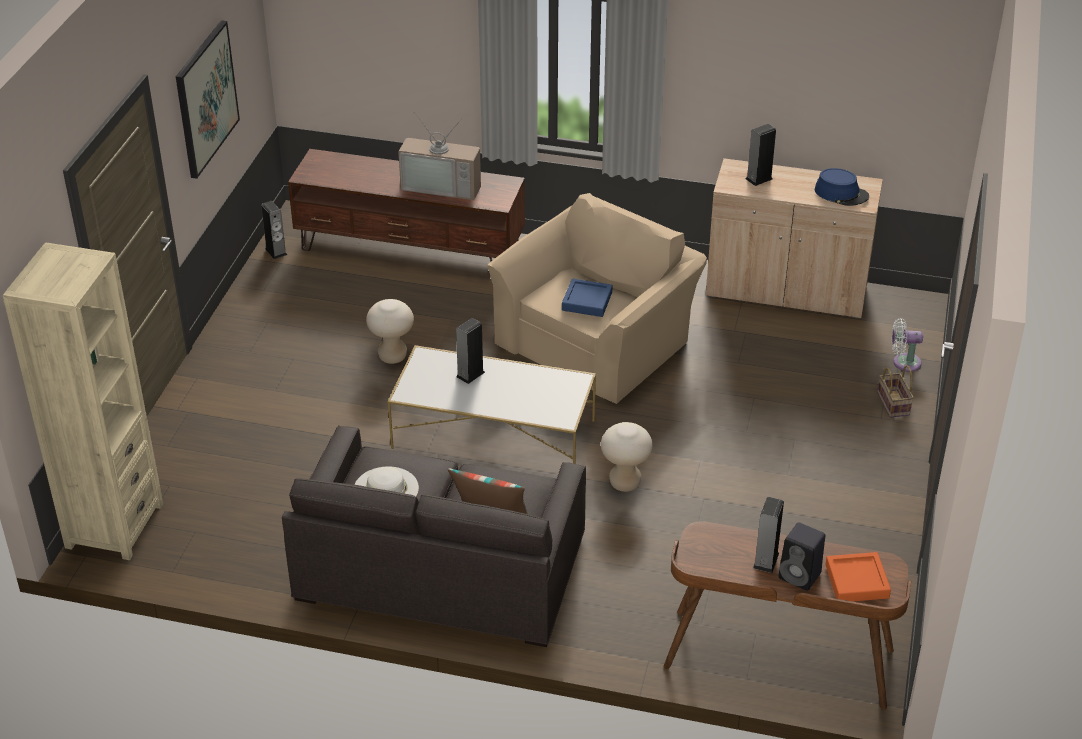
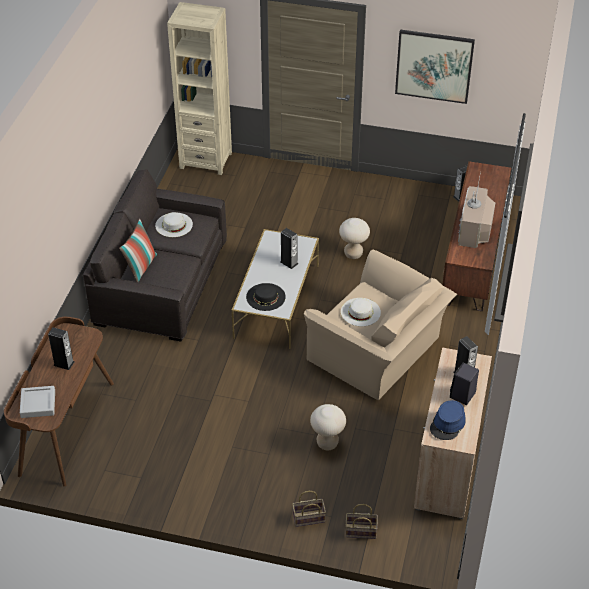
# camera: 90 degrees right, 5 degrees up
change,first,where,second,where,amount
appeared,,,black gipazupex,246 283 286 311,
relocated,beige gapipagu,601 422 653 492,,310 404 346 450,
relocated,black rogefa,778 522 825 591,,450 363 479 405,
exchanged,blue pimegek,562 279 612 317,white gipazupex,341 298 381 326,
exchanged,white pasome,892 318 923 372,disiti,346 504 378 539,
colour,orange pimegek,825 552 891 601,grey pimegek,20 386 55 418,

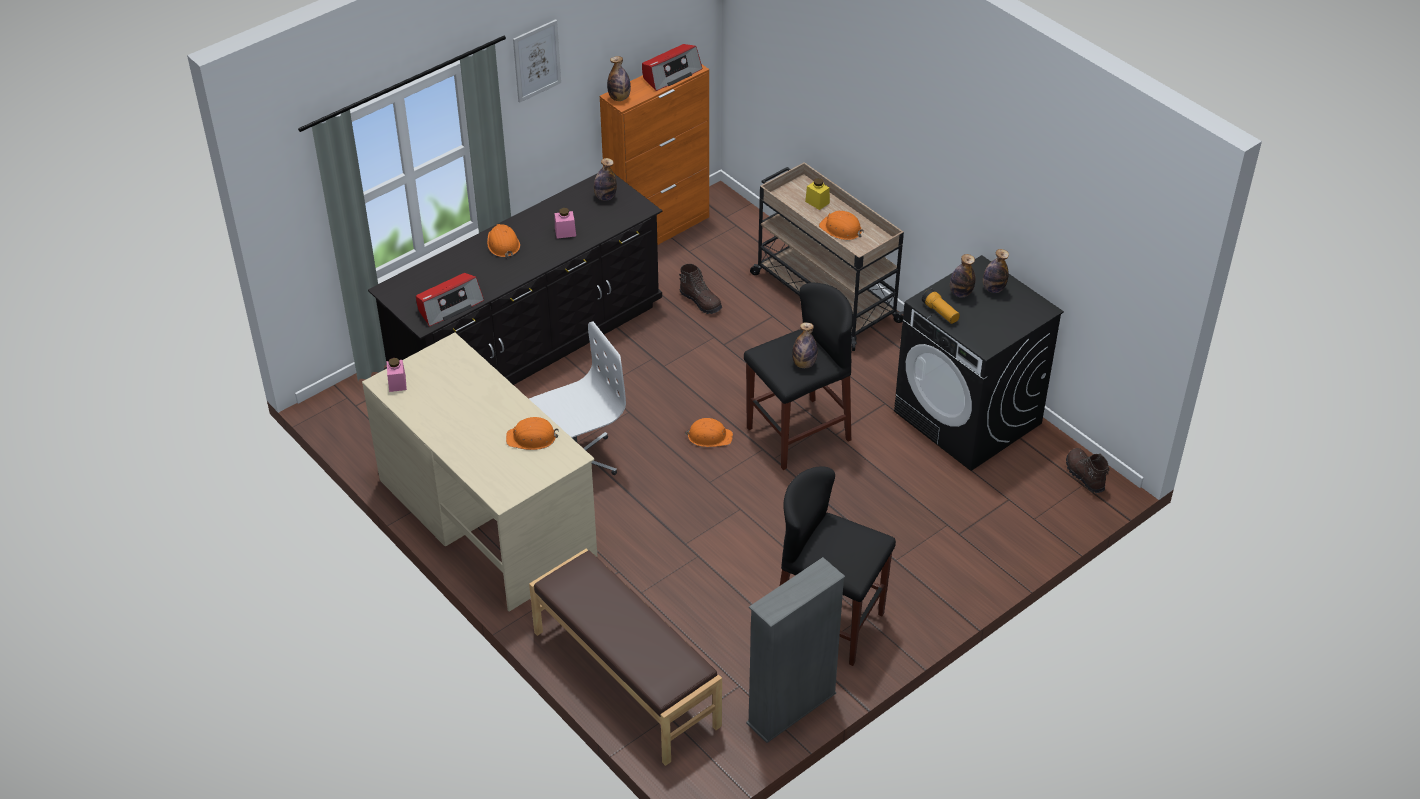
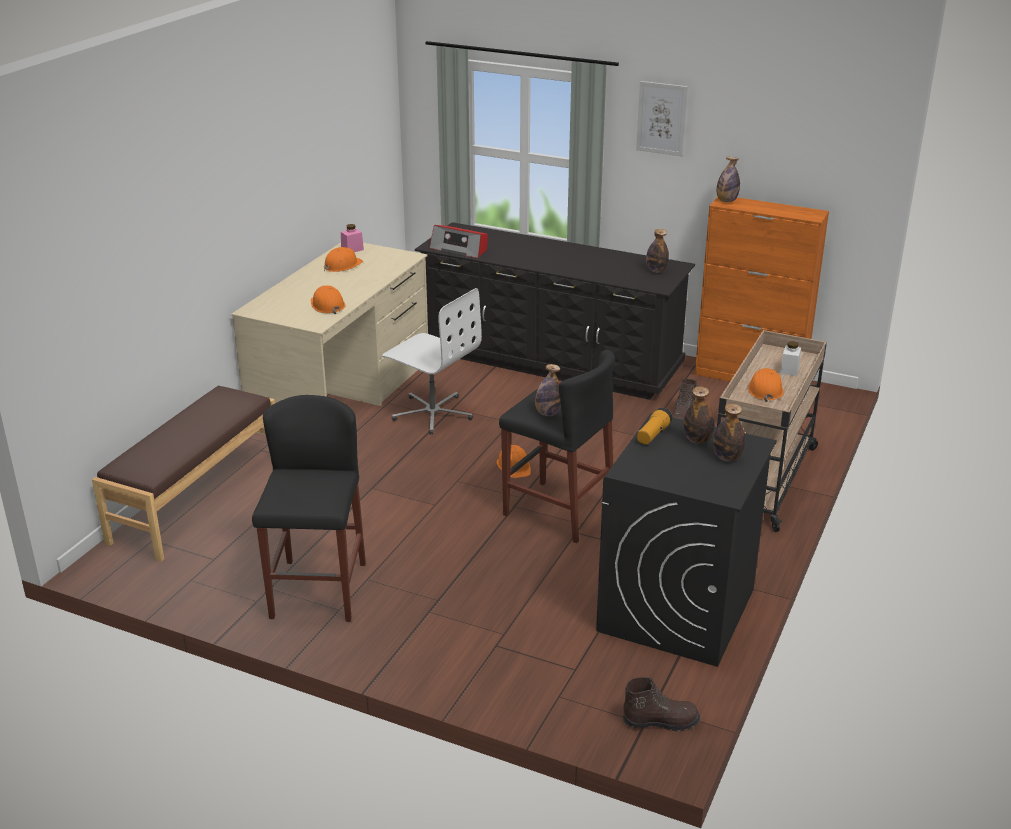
# camera: 65 degrees right, 15 degrees down
change,first,where,second,where,amount
missing,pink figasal,554 208 576 239,,,
missing,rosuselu,642 44 703 91,,,
missing,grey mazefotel,746 557 845 743,,,
relocated,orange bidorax,487 224 520 258,,324 247 363 272,
colour,yellow figasal,805 178 830 210,white figasal,780 341 801 376,
spun,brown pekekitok,1066 448 1110 493,,623 677 700 732,45 degrees clockwise

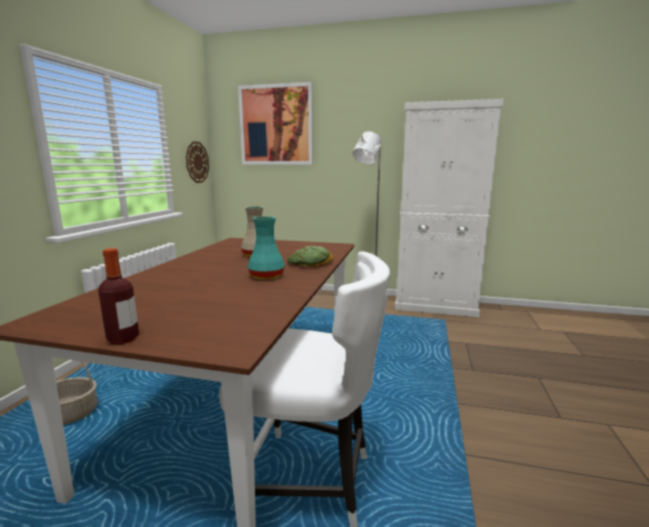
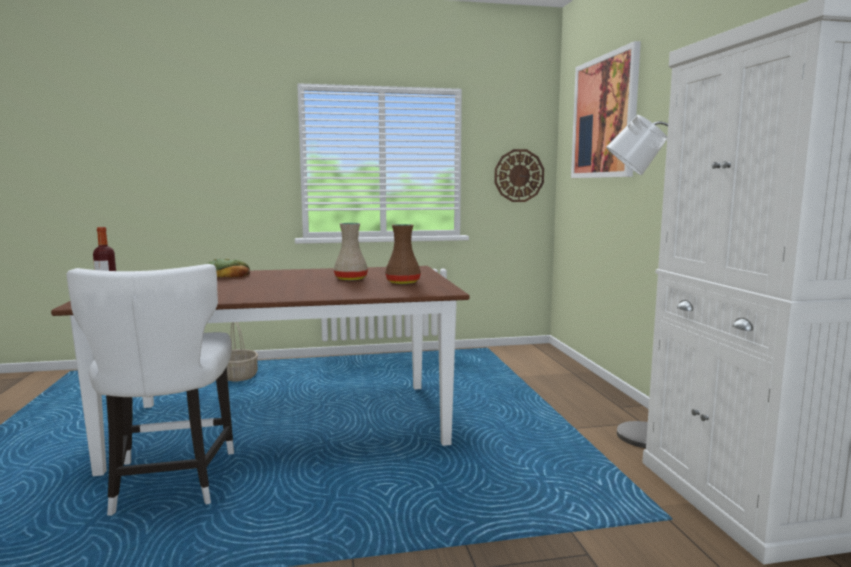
# camera: 65 degrees right, 5 degrees down
change,first,where,second,where,amount
missing,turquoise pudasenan,248 216 285 279,,,
appeared,,,brown pudasenan,385 224 421 284,
relocated,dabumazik,287 246 333 267,,207 258 250 277,

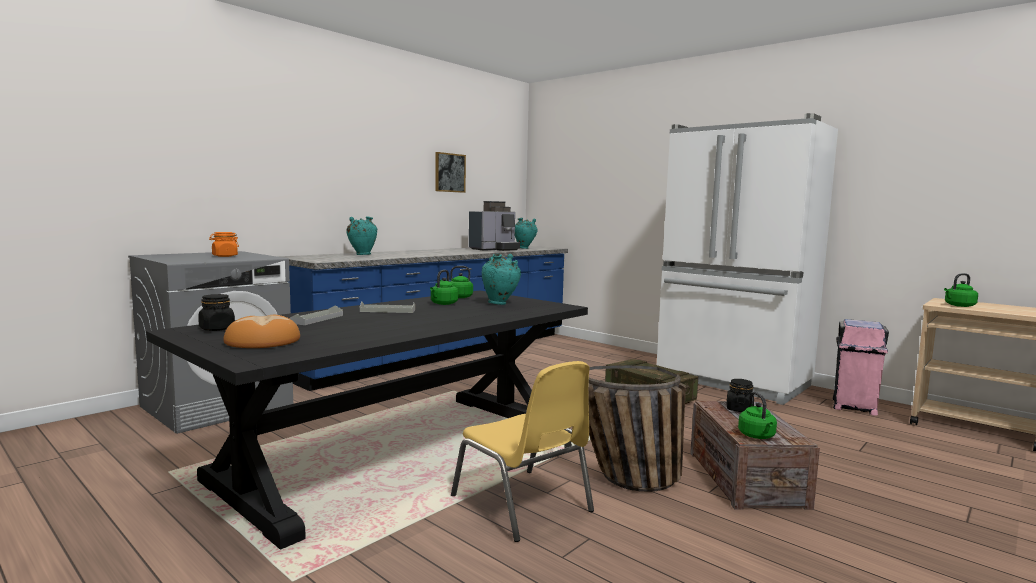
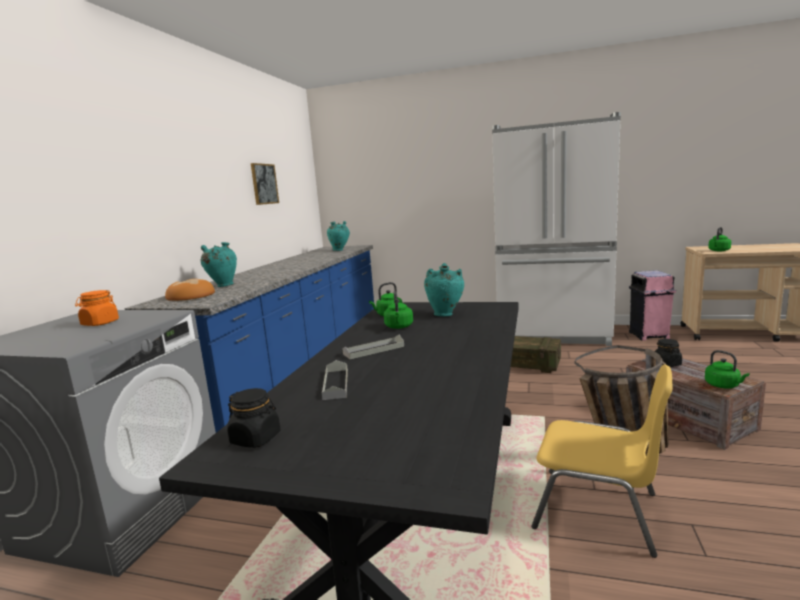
# camera: 25 degrees left, 5 degrees up
change,first,where,second,where,amount
missing,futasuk,469 201 520 251,,,
relocated,dabumazik,223 315 300 348,,165 279 215 301,

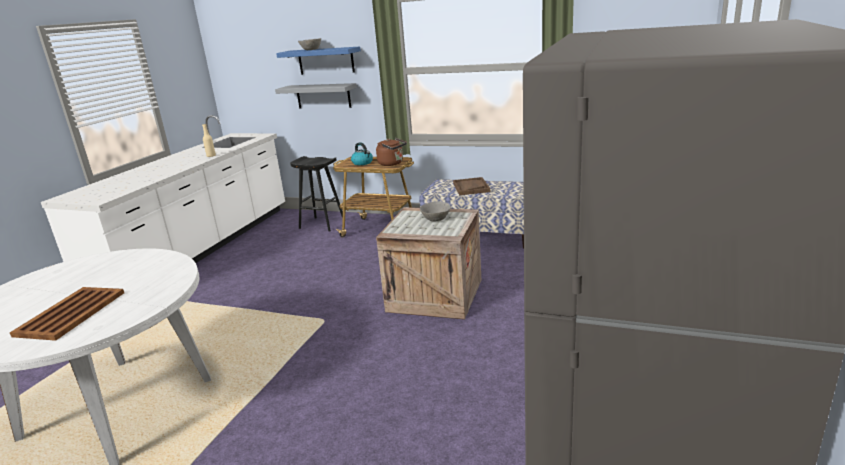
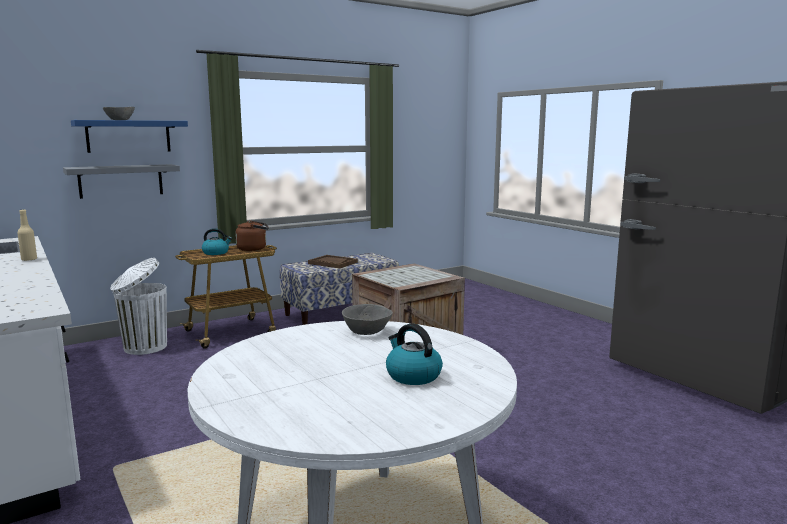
# camera: 55 degrees left, 10 degrees down
change,first,where,second,where,amount
relocated,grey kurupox,420 202 451 221,,342 304 393 335,
exchanged,brown pimegek,10 287 124 341,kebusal,386 324 443 385,
exchanged,black gapipagu,290 156 343 232,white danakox,110 258 167 355,

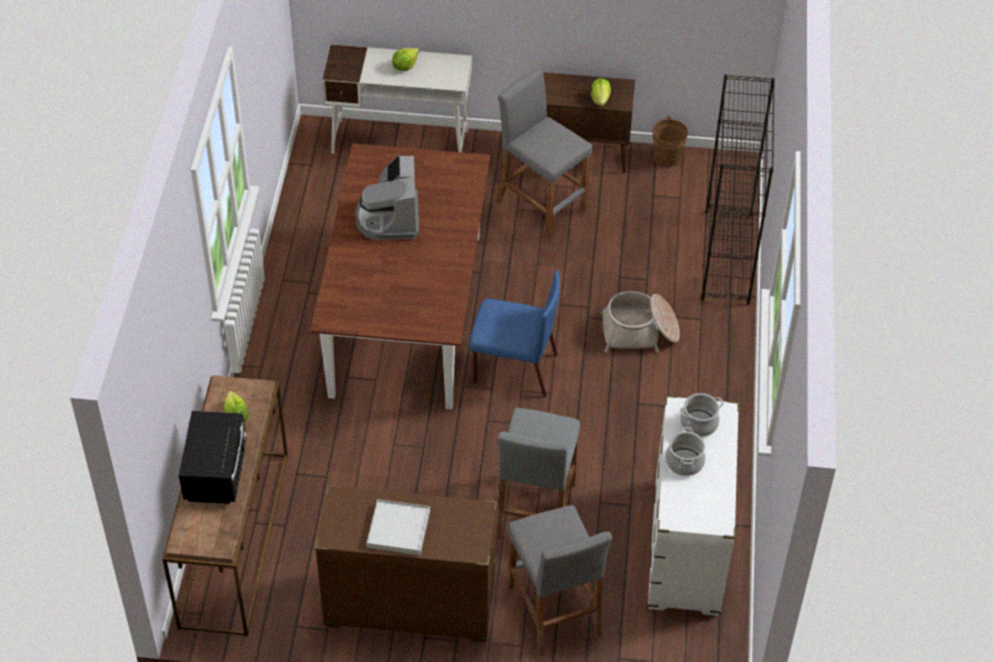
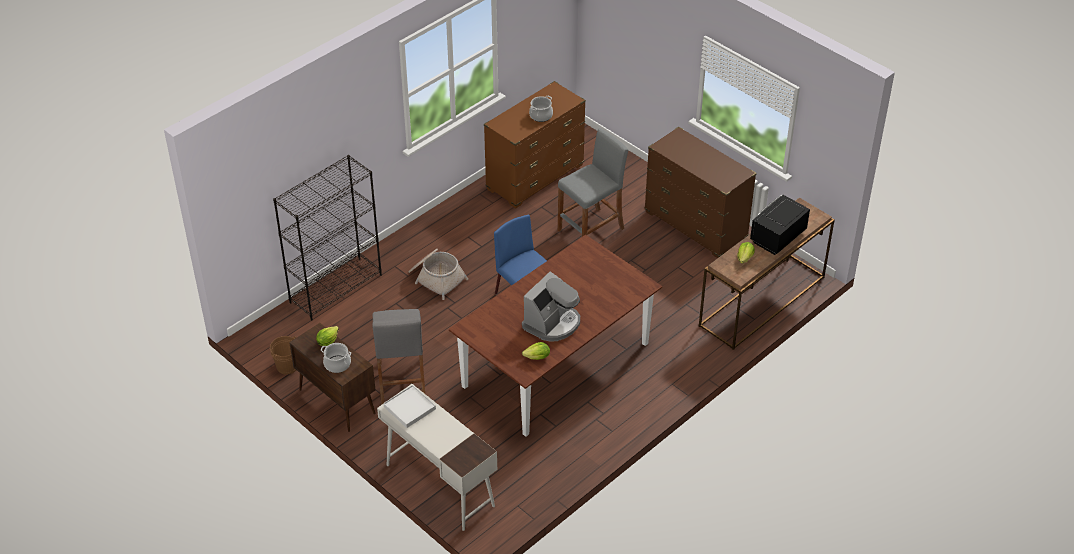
# camera: 140 degrees left, 5 degrees down
change,first,where,second,where,amount
missing,grey gapipagu,508 505 612 656,,,
relocated,white pimegek,367 499 430 555,,383 385 436 428,
relocated,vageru,392 48 419 71,,522 342 550 360,
relocated,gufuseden,680 393 723 437,,321 343 351 373,
colour,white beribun,647 396 739 616,brown beribun,484 81 586 209,

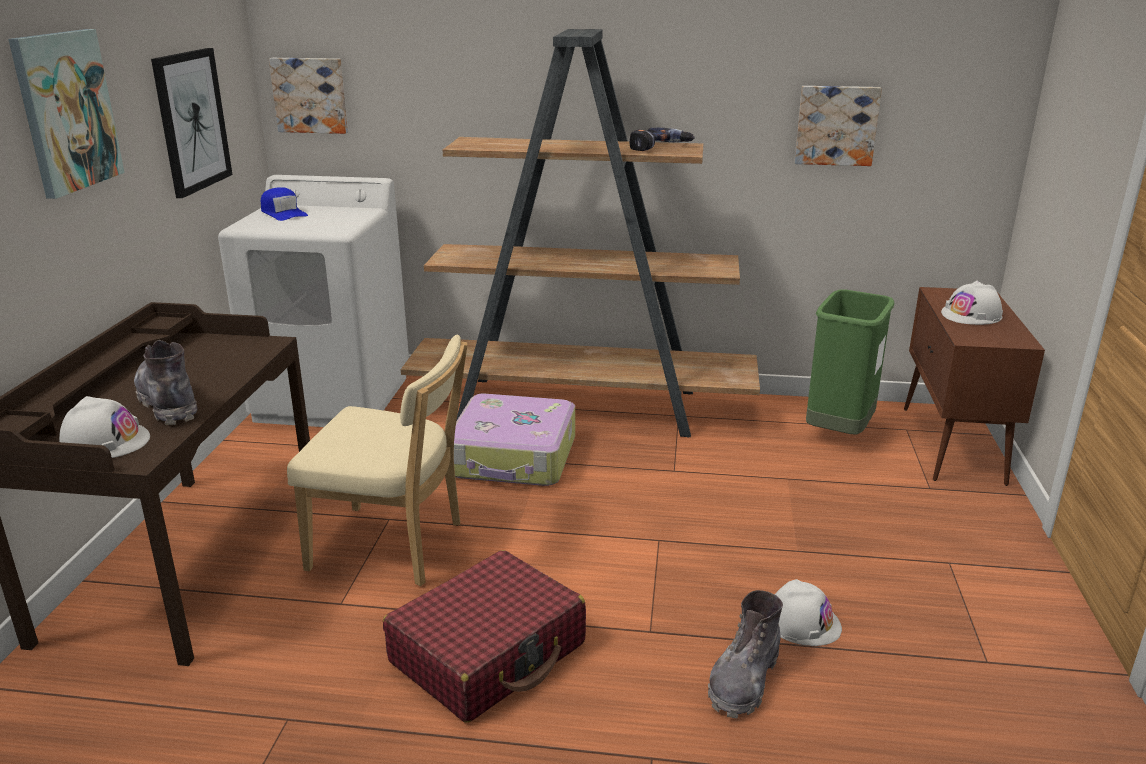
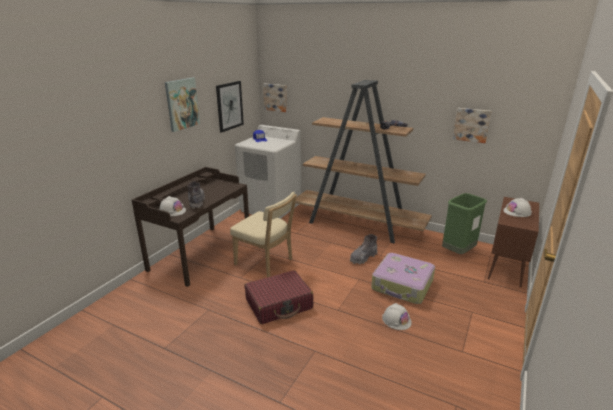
# camera: 20 degrees right, 0 degrees up
change,first,where,second,where,amount
relocated,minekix,454 394 575 486,,371 253 435 304,
relocated,grey pekekitok,708 590 783 718,,350 234 377 264,

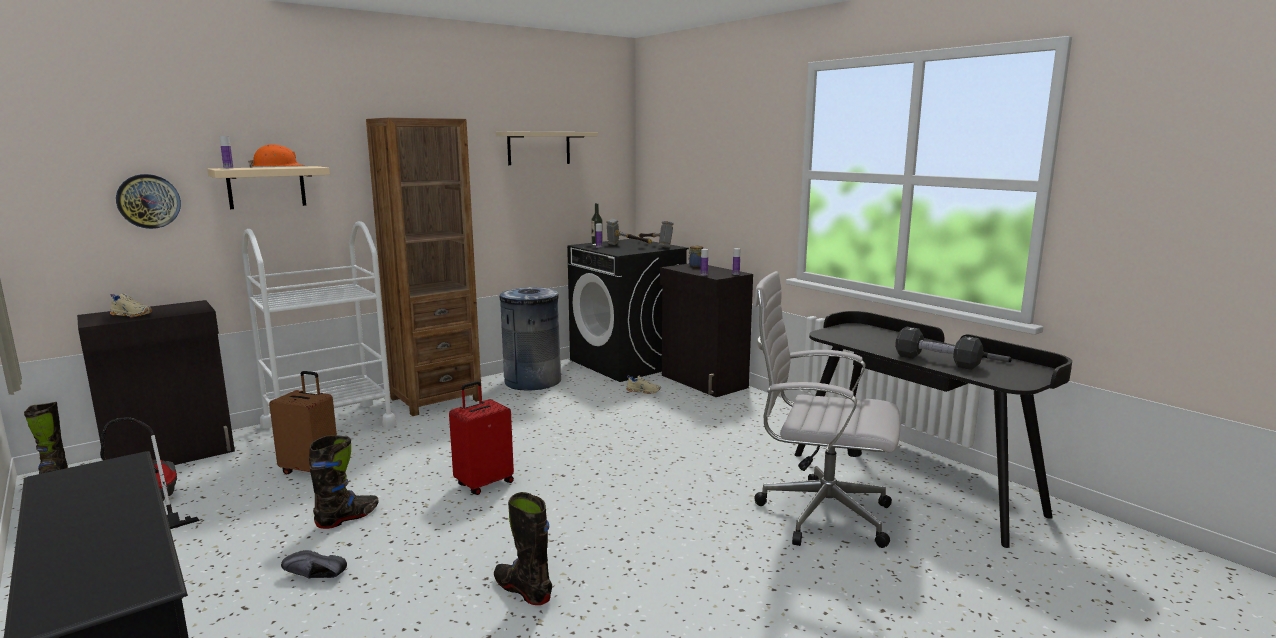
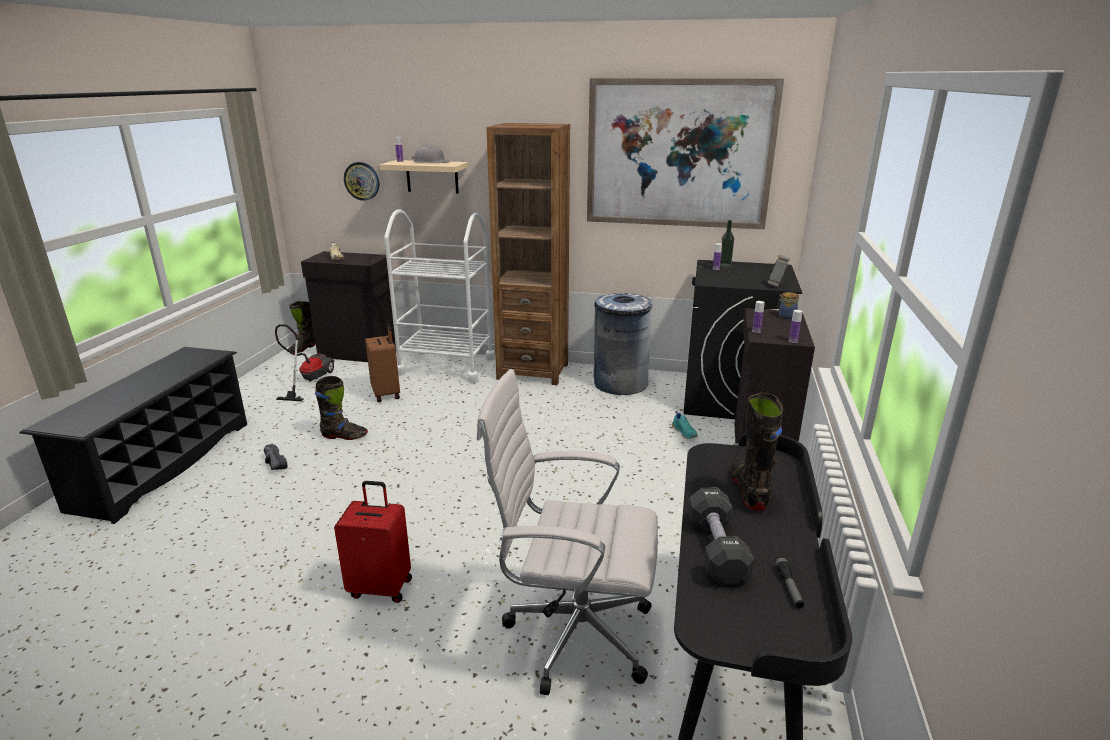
# camera: 50 degrees right, 10 degrees up
change,first,where,second,where,amount
missing,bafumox,606 218 652 245,,,
relocated,red minekix,449 381 514 495,,334 481 412 603,
relocated,black pekekitok,494 492 552 605,,731 393 783 511,
exchanged,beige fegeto,496 132 598 165,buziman,587 78 784 229,
colour,orange bidorax,248 145 304 168,grey bidorax,412 144 451 163,
colour,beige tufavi,626 375 661 394,turquoise tufavi,672 411 698 439,
spun,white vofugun,754 271 900 548,,477 369 658 695,60 degrees counterclockwise

